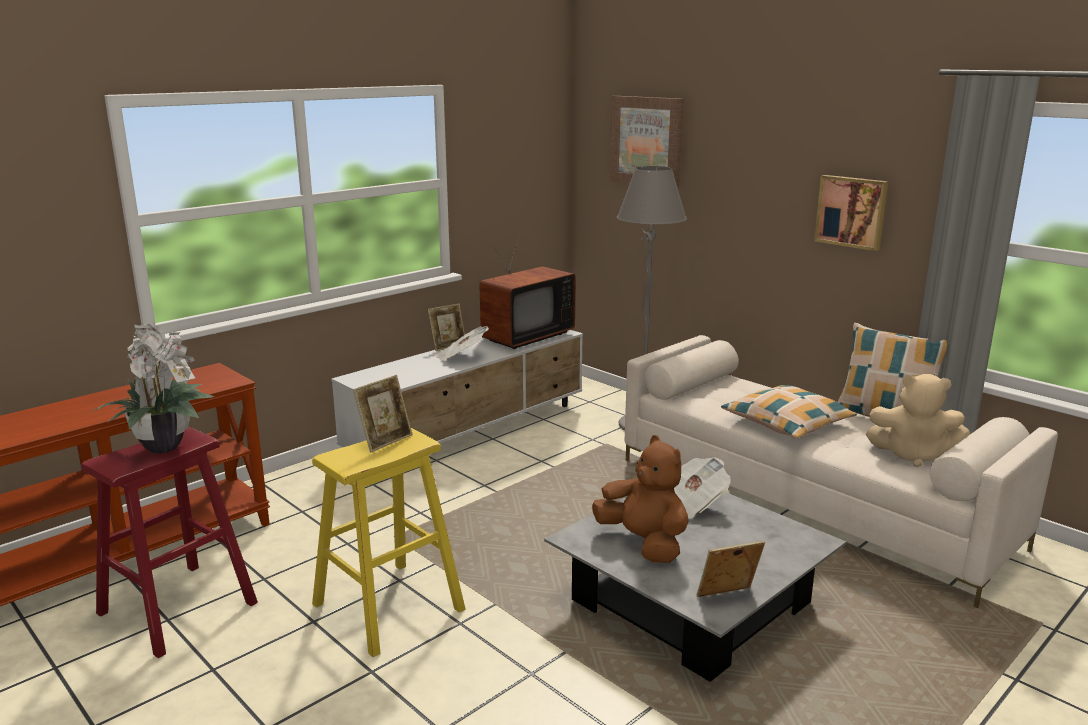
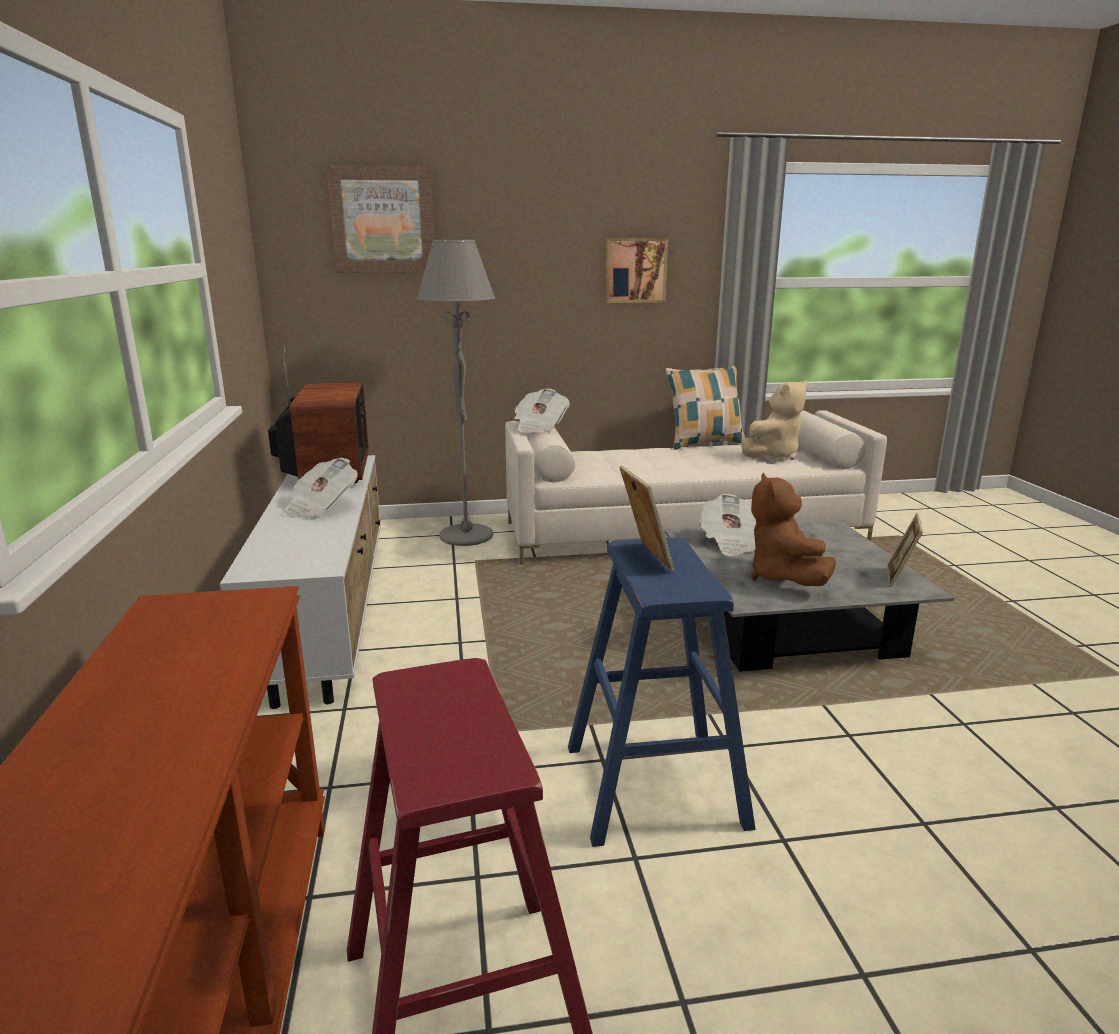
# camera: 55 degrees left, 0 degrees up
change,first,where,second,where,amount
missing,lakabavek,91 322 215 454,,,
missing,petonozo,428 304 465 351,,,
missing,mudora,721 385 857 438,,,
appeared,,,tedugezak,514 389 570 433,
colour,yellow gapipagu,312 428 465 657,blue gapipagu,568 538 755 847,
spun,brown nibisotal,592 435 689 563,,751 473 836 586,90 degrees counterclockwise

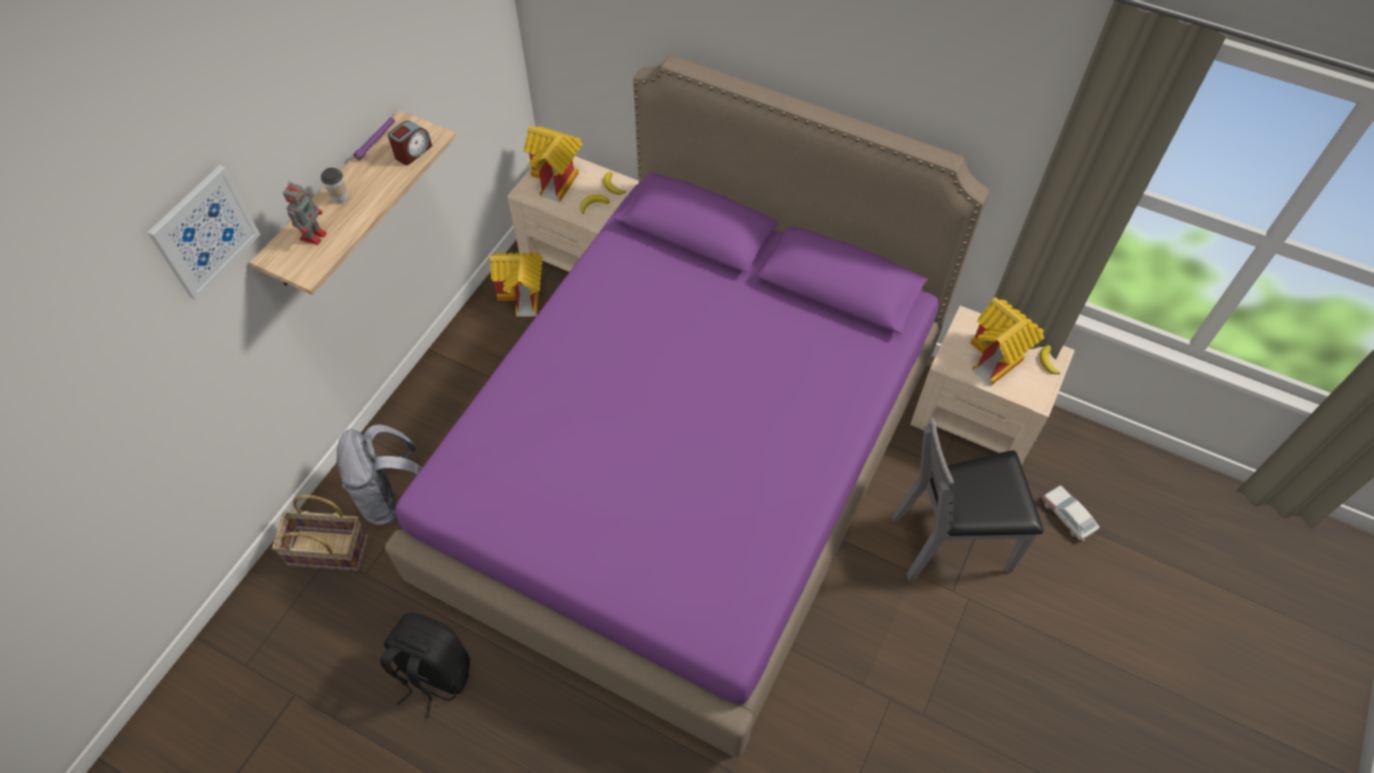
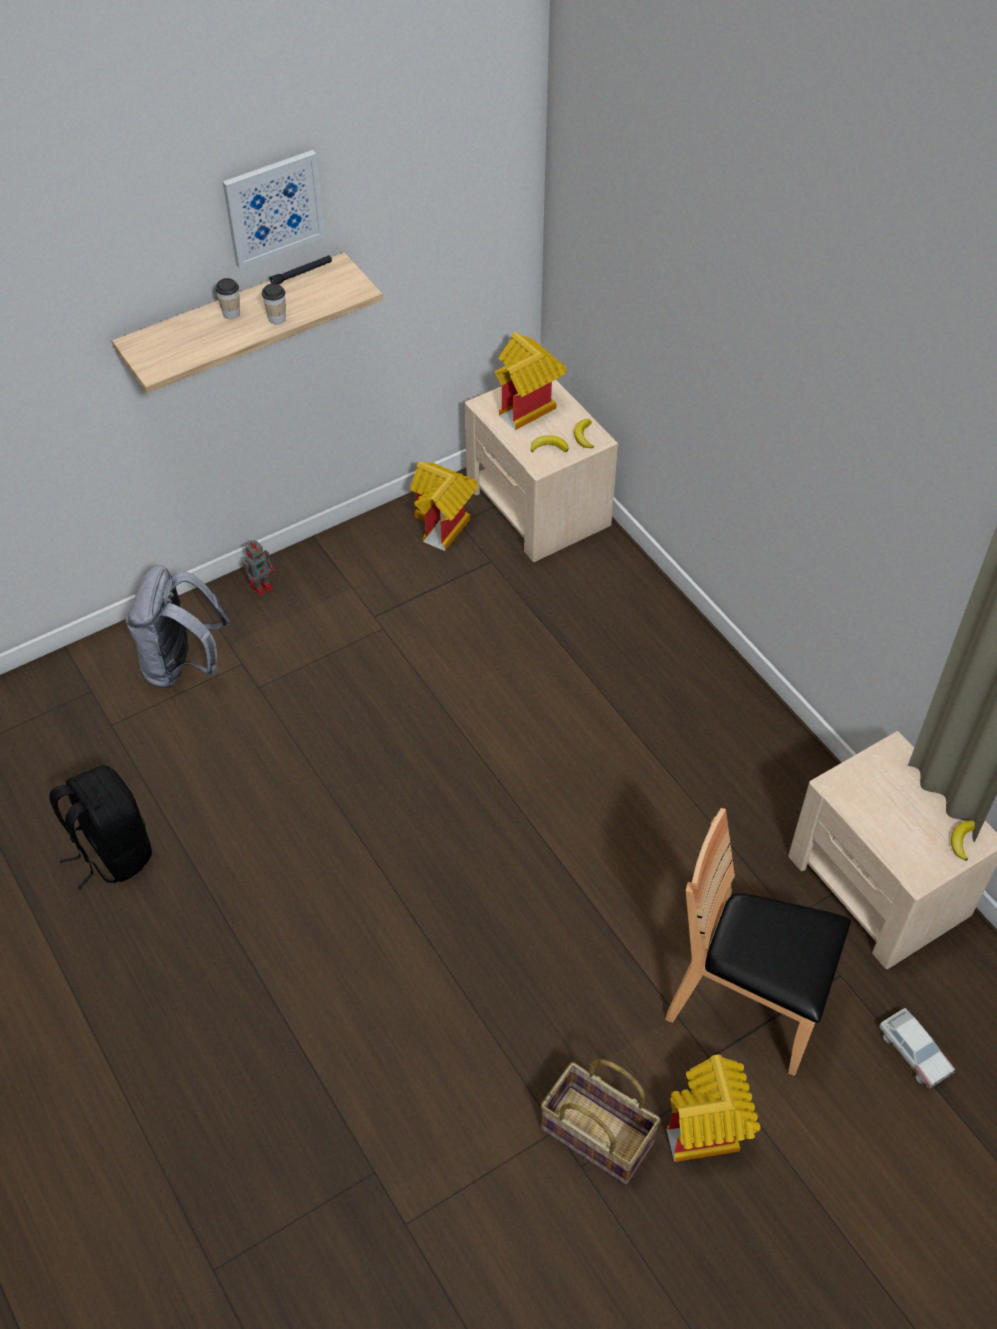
# camera: 30 degrees right, 5 degrees down
change,first,where,second,where,amount
missing,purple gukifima,385 55 989 757,,,
missing,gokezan,388 121 432 165,,,
appeared,,,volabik,262 283 286 325,
relocated,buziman,147 165 260 300,,223 150 325 269,
relocated,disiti,272 495 368 572,,541 1059 661 1185,
relocated,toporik,283 182 327 245,,243 540 275 596,
relocated,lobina,971 297 1044 386,,666 1054 760 1162,
colour,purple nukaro,353 117 395 160,black nukaro,270 255 332 284,
colour,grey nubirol,892 418 1043 581,brown nubirol,665 808 851 1076,
spun,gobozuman,1042 485 1100 541,,880 1008 955 1088,150 degrees clockwise

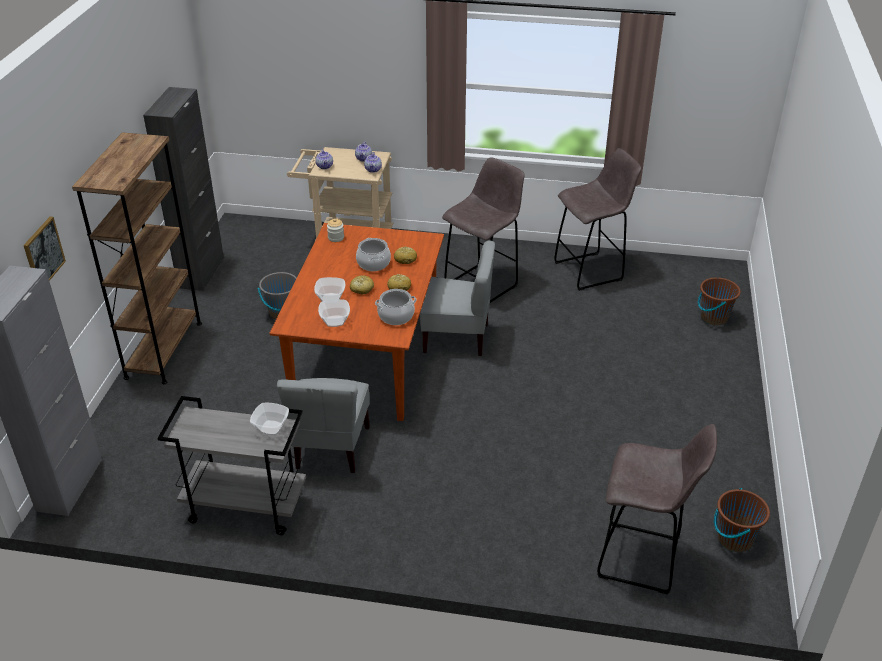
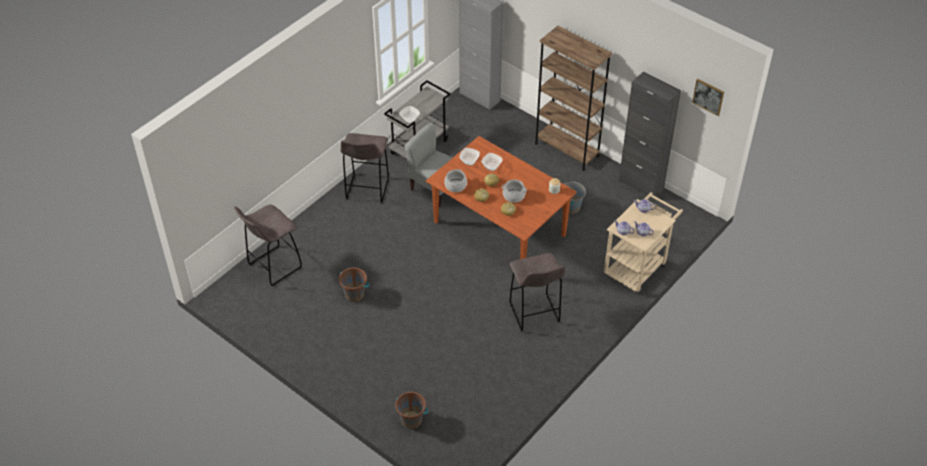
# camera: 120 degrees right, 10 degrees up
change,first,where,second,where,amount
missing,grey nubirol,420 240 495 356,,,
relocated,buziman,23 216 66 281,,692 79 724 116,
relocated,grey gapipagu,554 148 641 291,,340 133 389 204,
relocated,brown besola,714 488 770 552,,339 267 369 302,

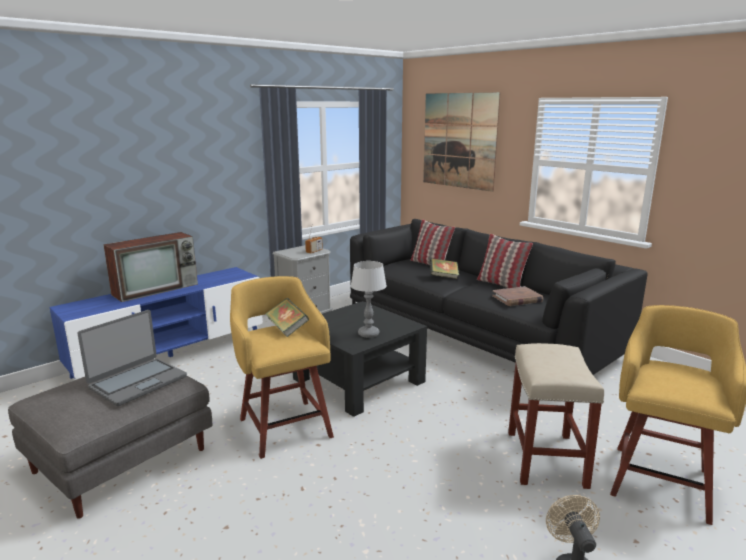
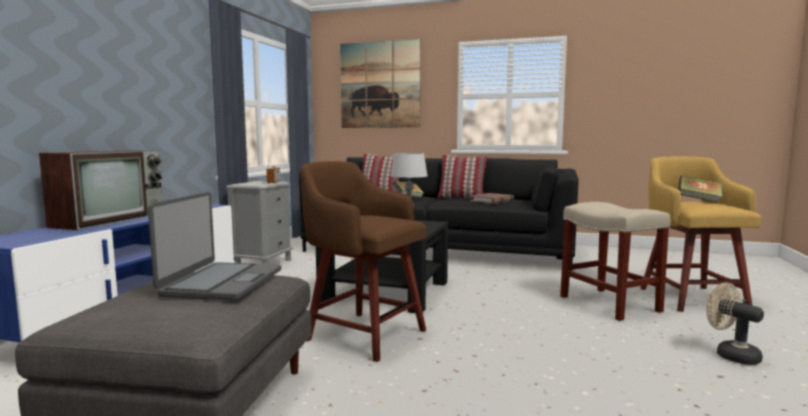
# camera: 30 degrees left, 10 degrees down
change,first,where,second,where,amount
relocated,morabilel,266 298 309 337,,678 176 723 203,
colour,yellow gapipagu,230 276 334 459,brown gapipagu,300 161 427 362,

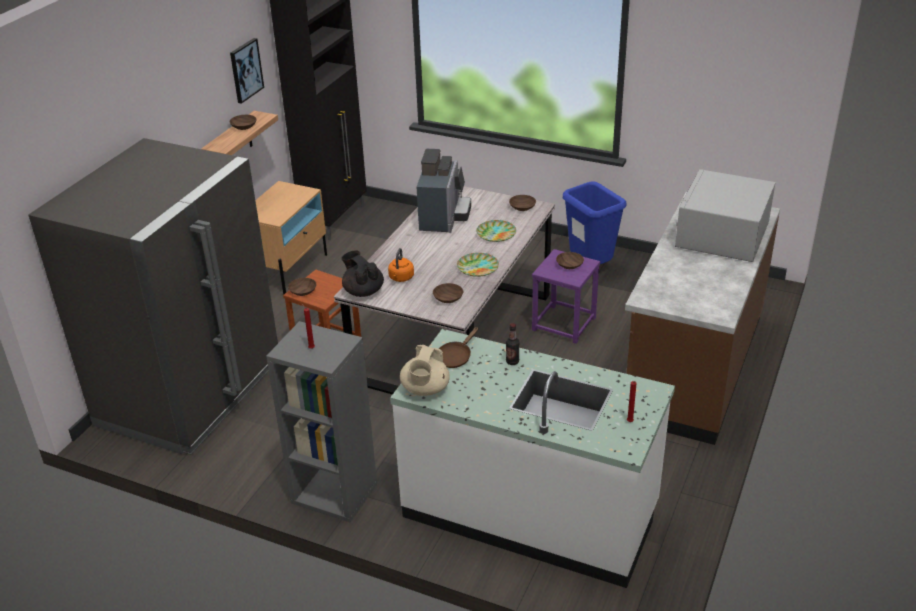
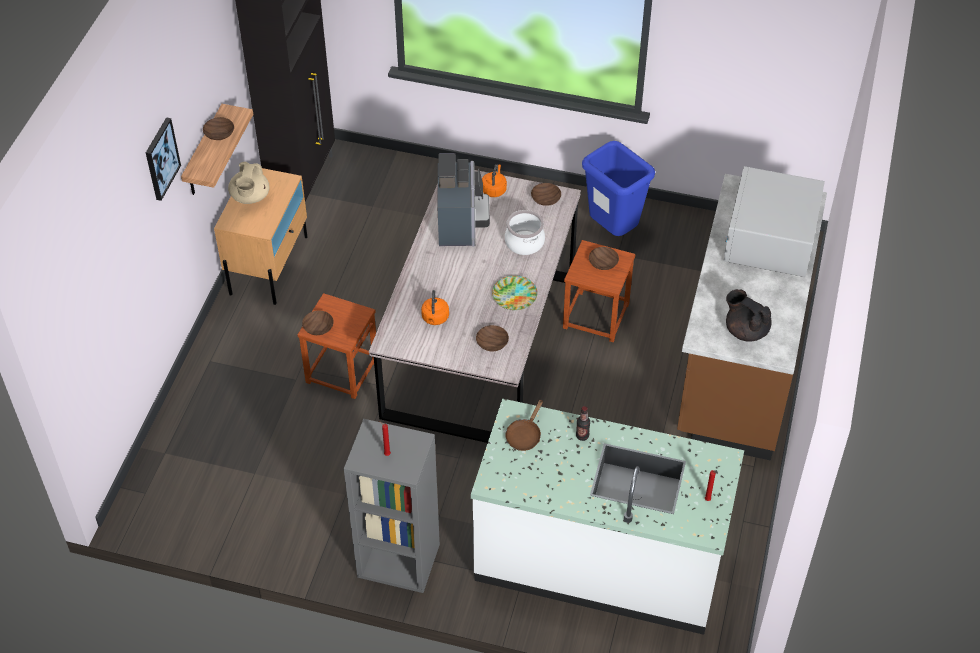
# camera: 10 degrees left, 15 degrees up
change,first,where,second,where,amount
missing,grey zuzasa,28 138 278 455,,,
appeared,,,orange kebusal,482 164 507 197,
relocated,buziman,230 38 264 104,,146 117 181 201,
relocated,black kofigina,341 251 384 297,,726 289 772 342,
relocated,beige kofigina,400 345 450 396,,228 162 269 204,
exchanged,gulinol,476 220 516 242,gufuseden,505 210 545 255,
colour,purple gapipagu,532 249 600 344,brown gapipagu,563 240 635 342,

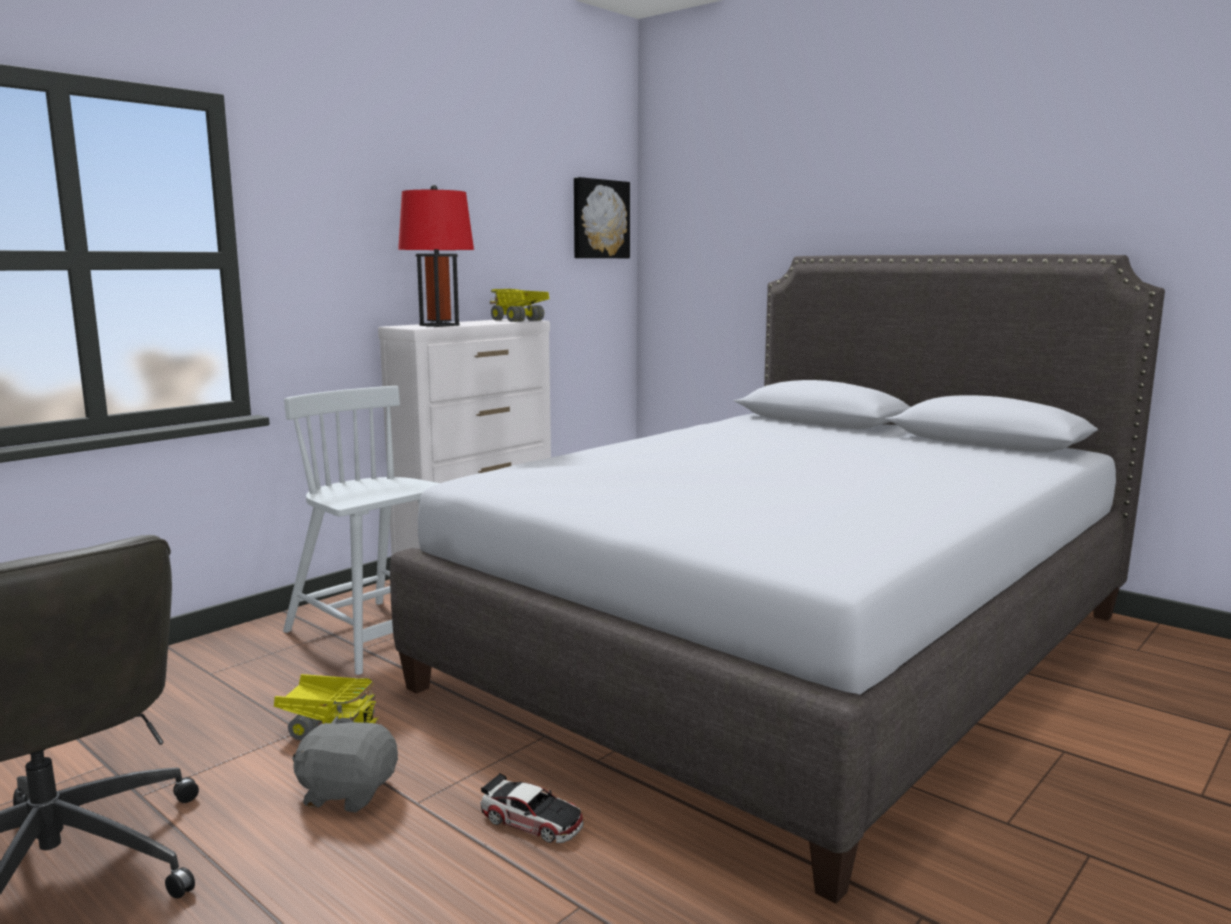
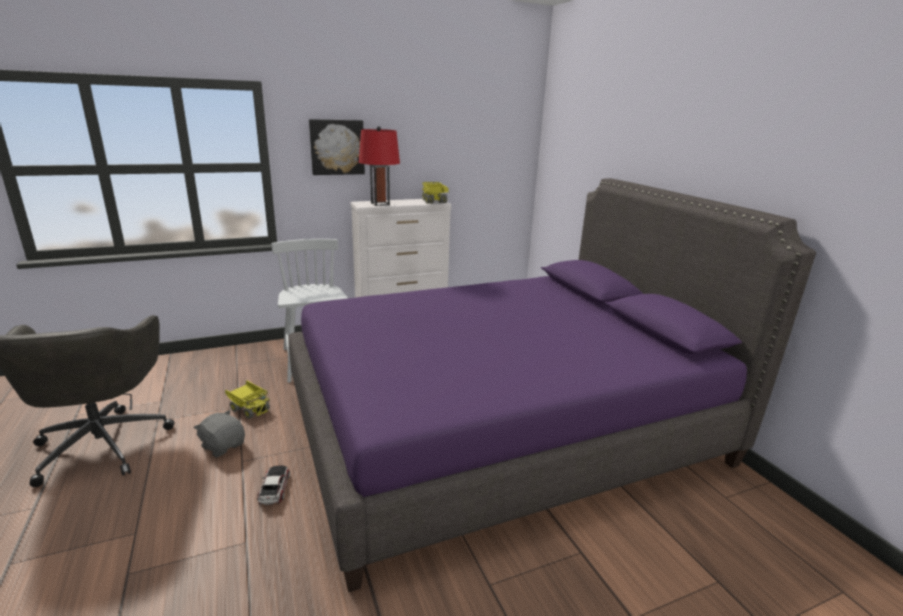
# camera: 25 degrees right, 10 degrees up
change,first,where,second,where,amount
relocated,buziman,574 177 630 258,,309 119 365 175,
colour,grey gukifima,390 254 1165 904,purple gukifima,288 178 816 592,
spun,gobozuman,480 773 584 843,,257 465 290 505,150 degrees counterclockwise

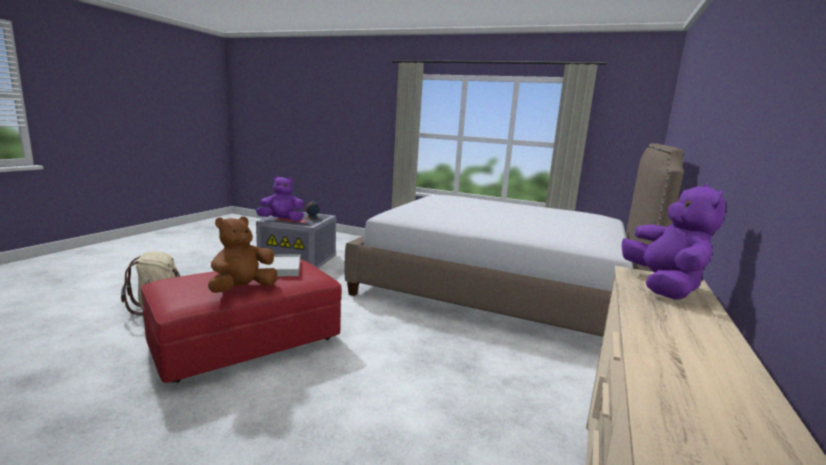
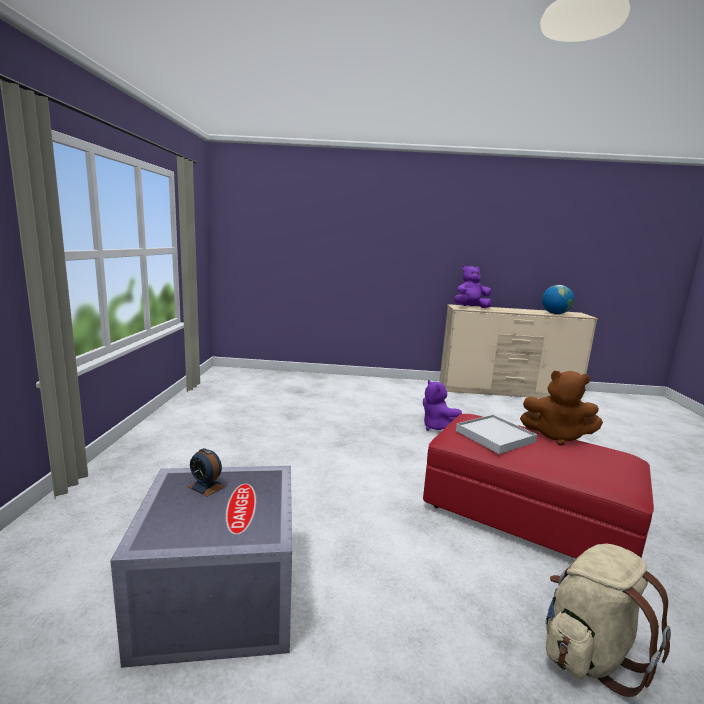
# camera: 110 degrees left, 0 degrees up
change,first,where,second,where,amount
missing,gukifima,345 143 684 337,,,
appeared,,,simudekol,542 285 574 314,
relocated,purple nibisotal,256 176 304 222,,423 380 462 431,

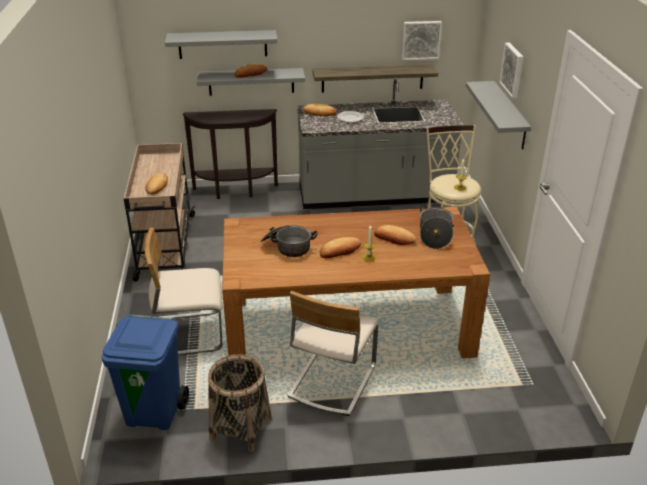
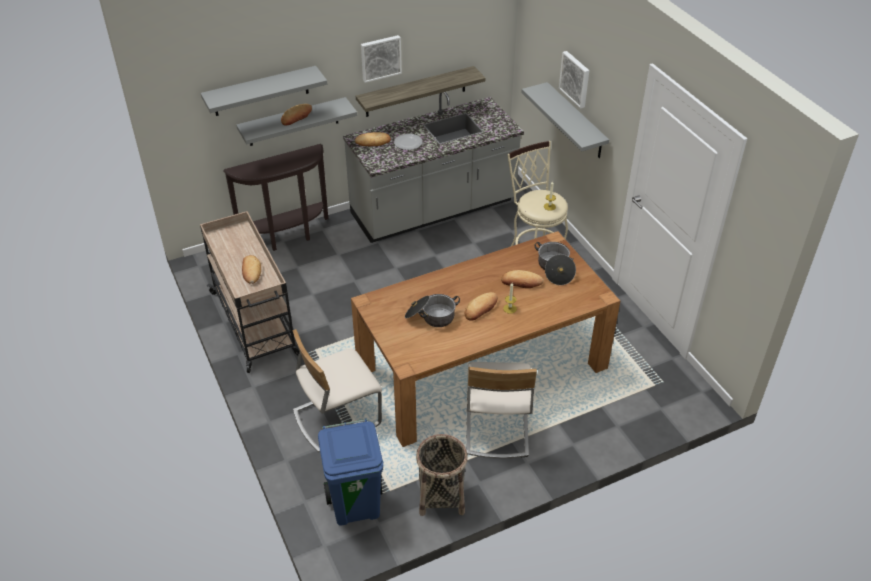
# camera: 20 degrees left, 10 degrees up
change,first,where,second,where,amount
relocated,buziman,402 21 442 60,,361 35 402 83,

